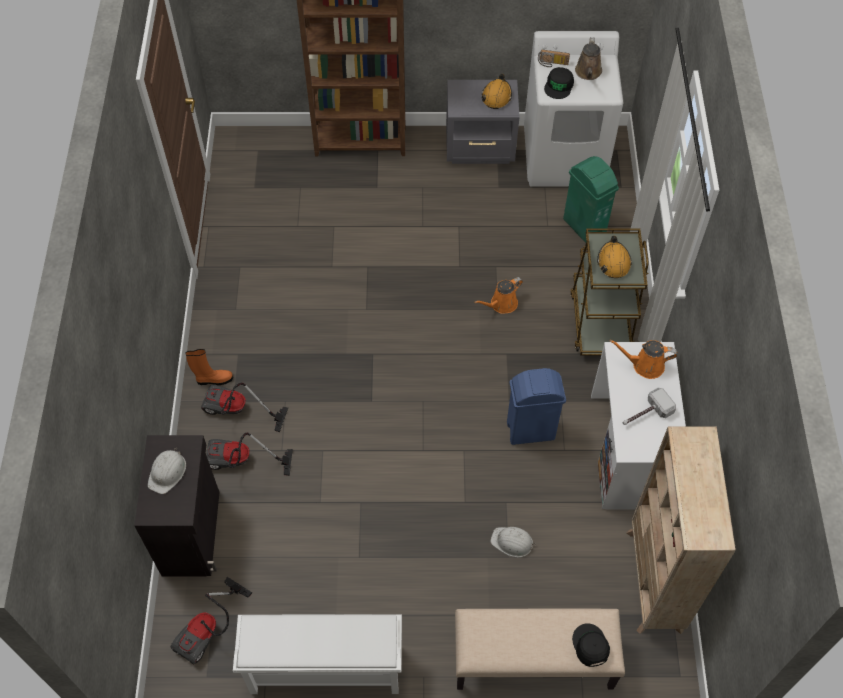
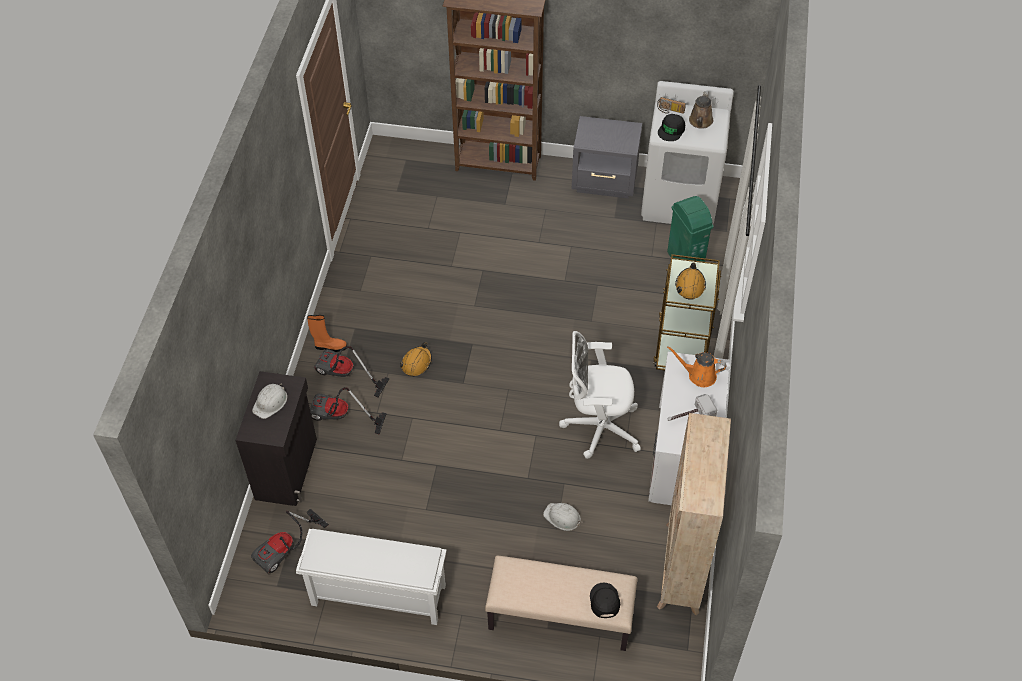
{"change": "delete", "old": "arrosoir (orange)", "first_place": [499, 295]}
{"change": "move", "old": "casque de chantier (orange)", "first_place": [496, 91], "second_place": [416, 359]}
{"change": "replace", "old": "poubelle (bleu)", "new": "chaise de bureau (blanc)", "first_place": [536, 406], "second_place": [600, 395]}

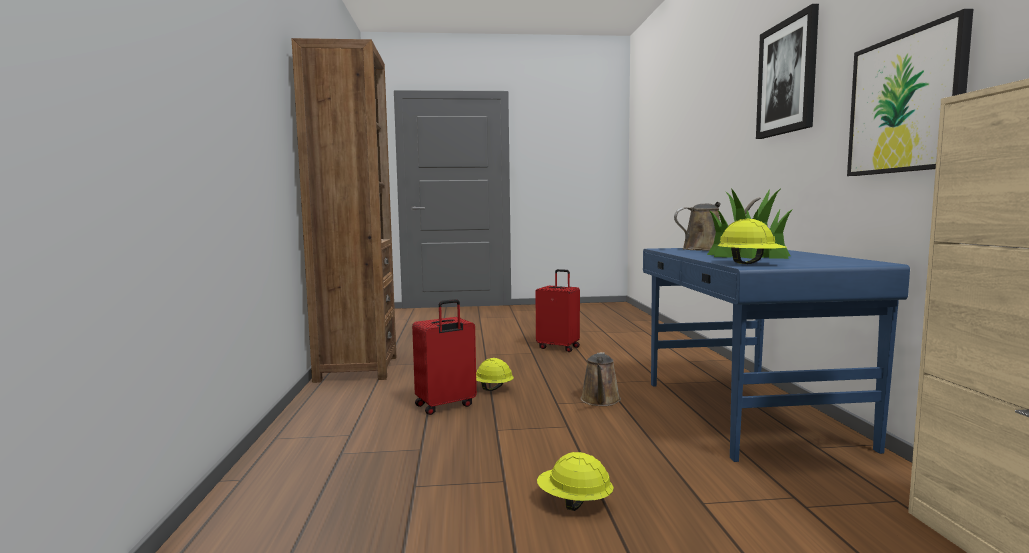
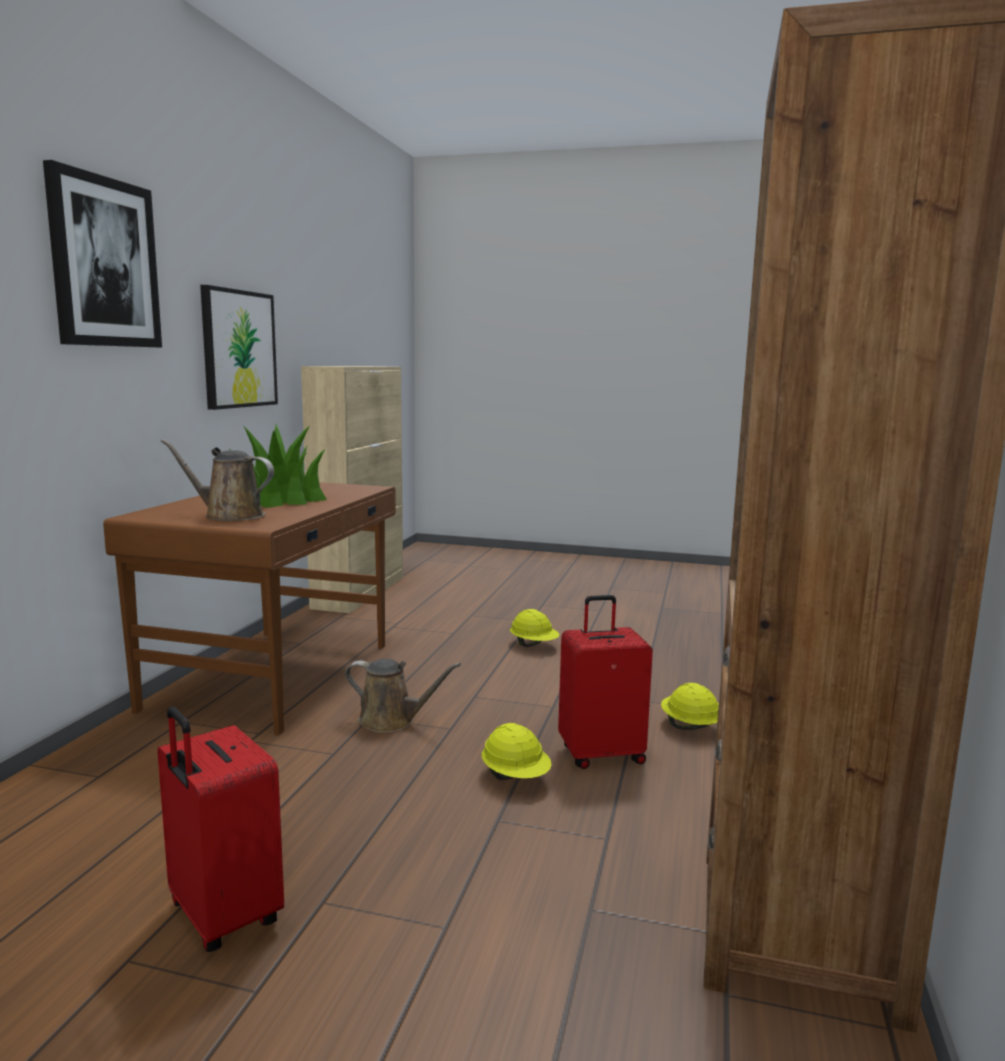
{"change": "move", "old": "casque de chantier (jaune)", "first_place": [752, 241], "second_place": [690, 706]}
{"change": "recolor", "old": "bureau (bleu)", "new": "bureau (marron)", "first_place": [776, 355], "second_place": [249, 608]}
{"change": "rotate", "old": "arrosoir (marron)", "first_place": [601, 379], "second_place": [403, 696], "degrees": 75}

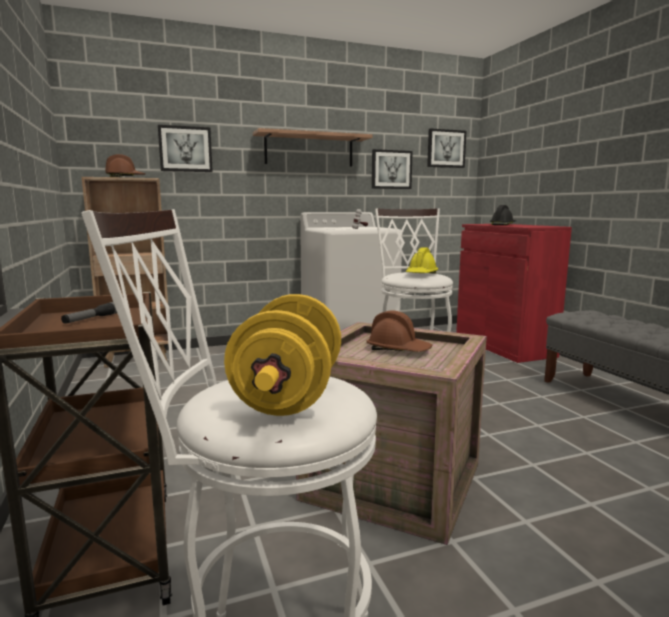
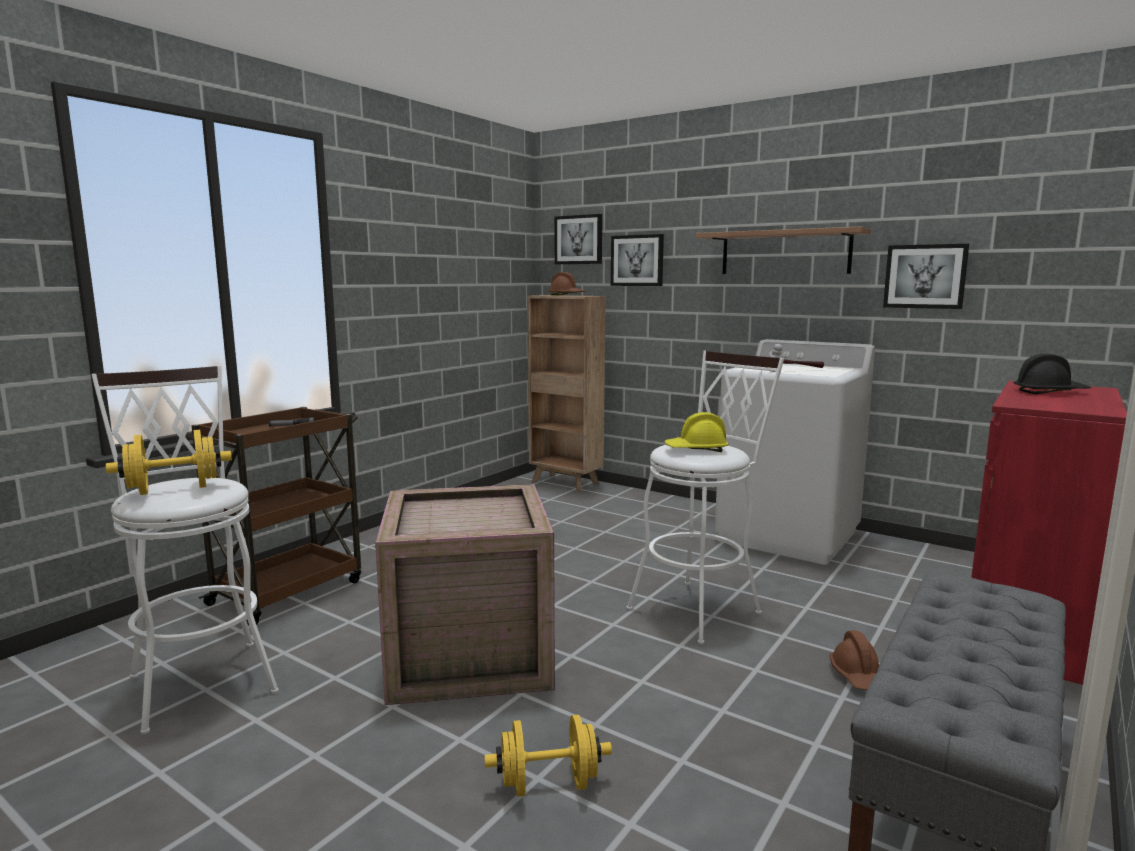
{"change": "insert", "new": "haltère (jaune)", "second_place": [548, 756]}
{"change": "move", "old": "casque de chantier (marron)", "first_place": [400, 331], "second_place": [855, 660]}
{"change": "move", "old": "tableau", "first_place": [446, 148], "second_place": [578, 239]}

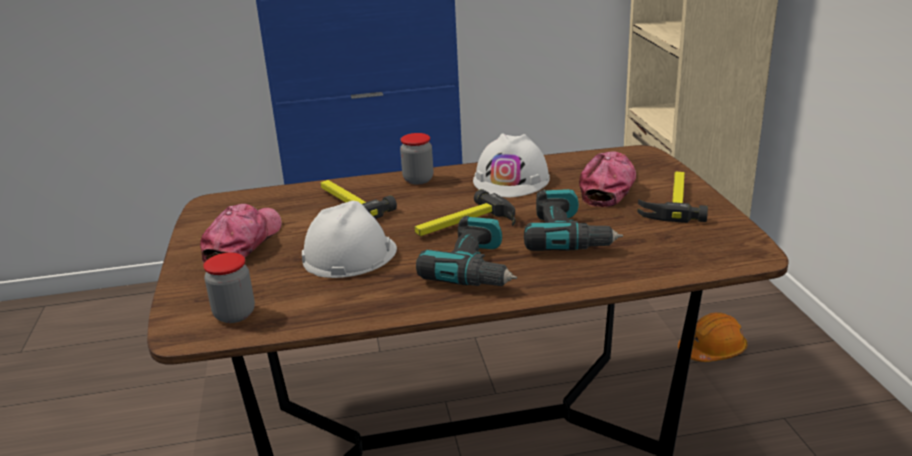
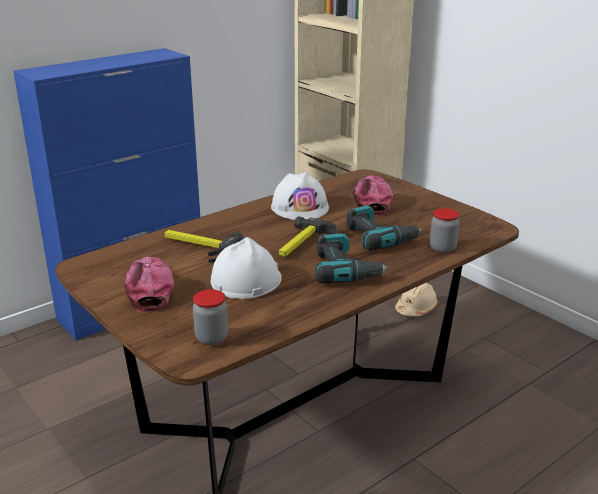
{"change": "delete", "old": "marteau", "first_place": [673, 197]}
{"change": "move", "old": "bocal", "first_place": [416, 159], "second_place": [445, 230]}
{"change": "recolor", "old": "casque de chantier (orange)", "new": "casque de chantier (beige)", "first_place": [713, 337], "second_place": [416, 299]}

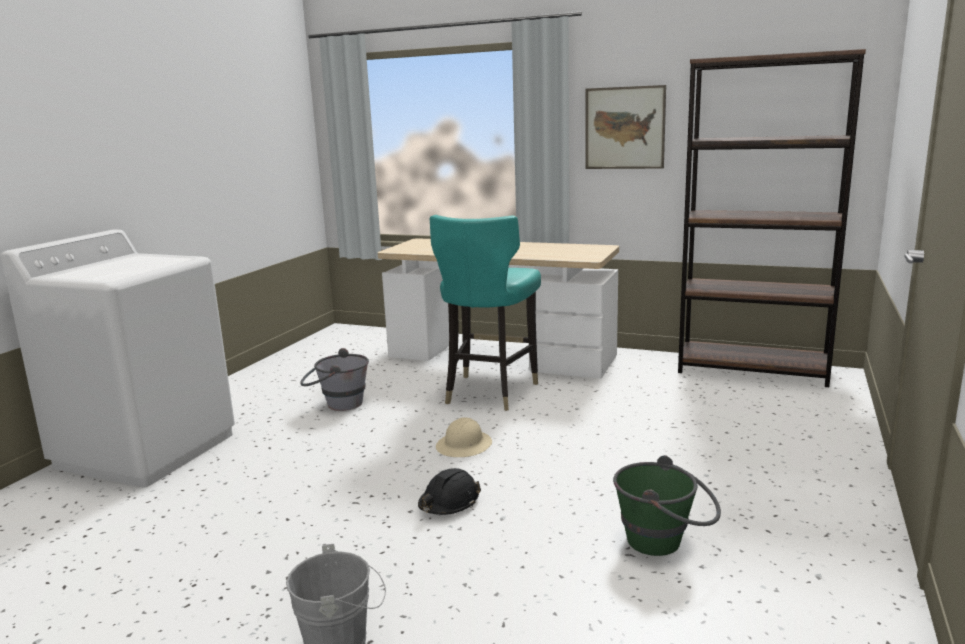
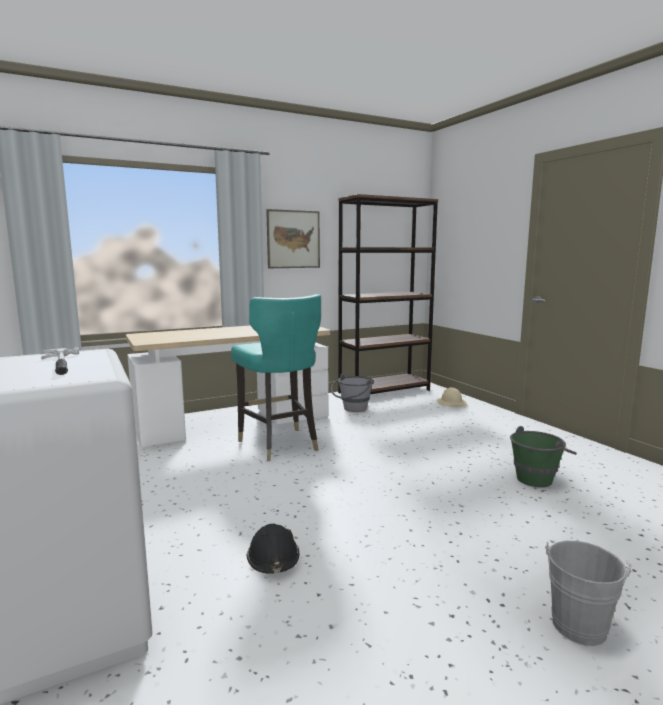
{"change": "insert", "new": "marteau", "second_place": [60, 361]}
{"change": "move", "old": "seau (gris)", "first_place": [334, 379], "second_place": [352, 393]}
{"change": "move", "old": "casque de chantier (noir)", "first_place": [449, 491], "second_place": [272, 549]}
{"change": "move", "old": "casque de chantier (beige)", "first_place": [464, 437], "second_place": [451, 397]}

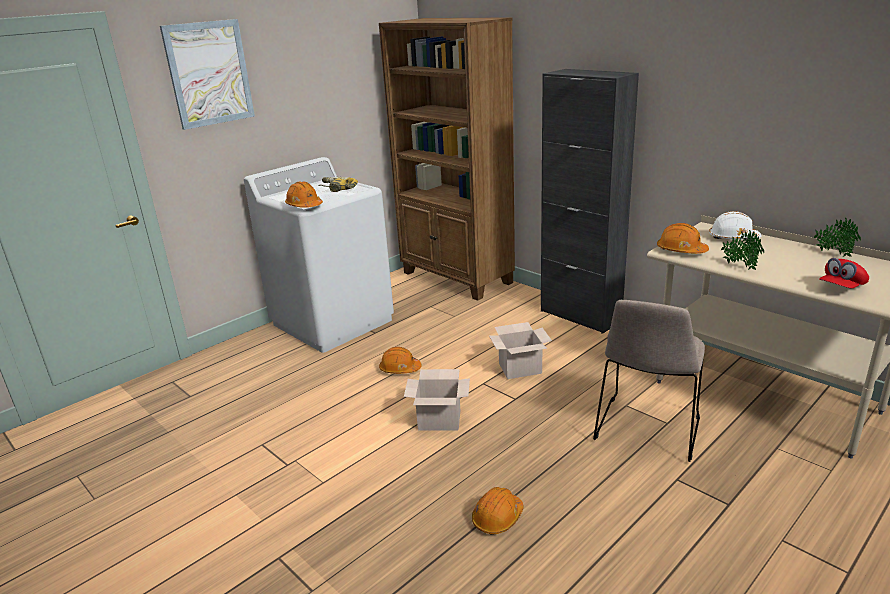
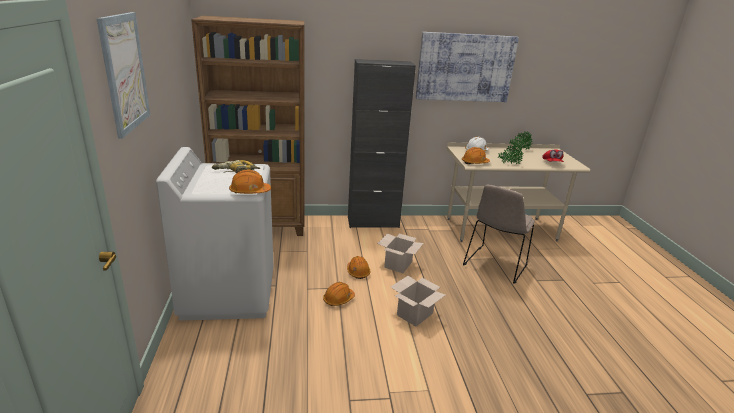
{"change": "insert", "new": "tableau", "second_place": [467, 67]}
{"change": "move", "old": "casque de chantier (orange)", "first_place": [498, 511], "second_place": [358, 267]}
{"change": "rotate", "old": "chaise (beige)", "first_place": [649, 381], "second_place": [499, 234], "degrees": 60}

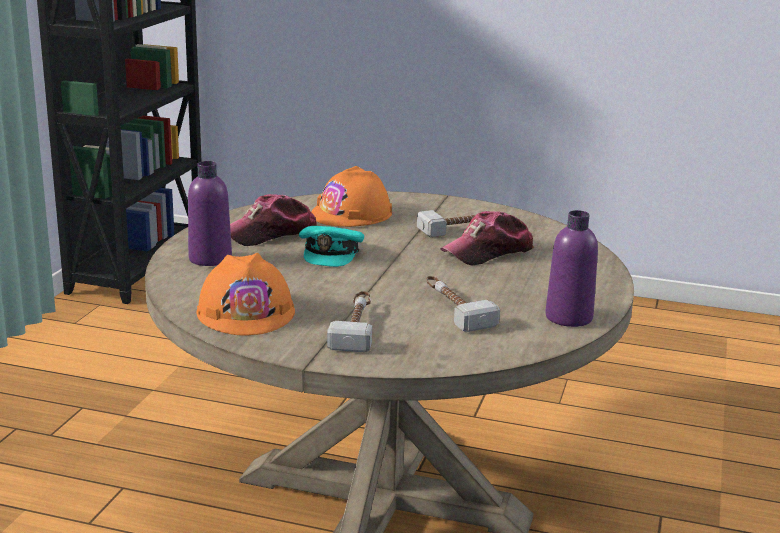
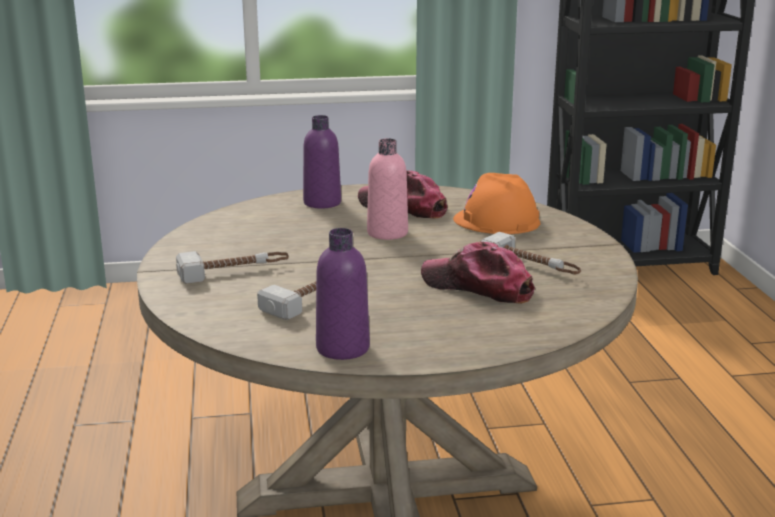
{"change": "delete", "old": "casque de chantier (orange)", "first_place": [246, 294]}
{"change": "replace", "old": "casquette (turquoise)", "new": "bouteille (rose)", "first_place": [331, 246], "second_place": [387, 189]}

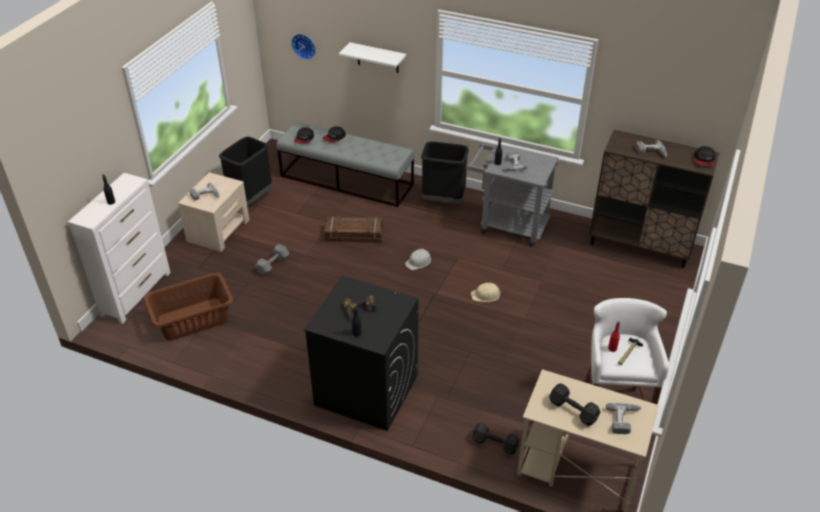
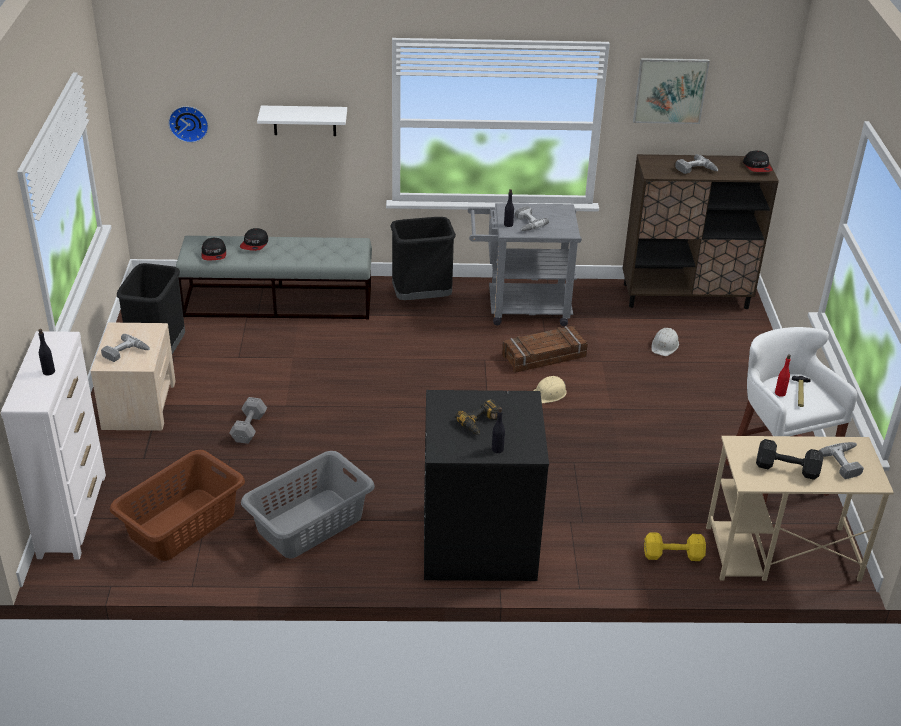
{"change": "insert", "new": "panier à linge (gris)", "second_place": [308, 504]}
{"change": "insert", "new": "tableau", "second_place": [671, 91]}
{"change": "move", "old": "caisse", "first_place": [353, 229], "second_place": [545, 349]}
{"change": "move", "old": "casque de chantier (blanc)", "first_place": [418, 259], "second_place": [665, 342]}
{"change": "recolor", "old": "haltère (noir)", "new": "haltère (jaune)", "first_place": [496, 438], "second_place": [675, 546]}

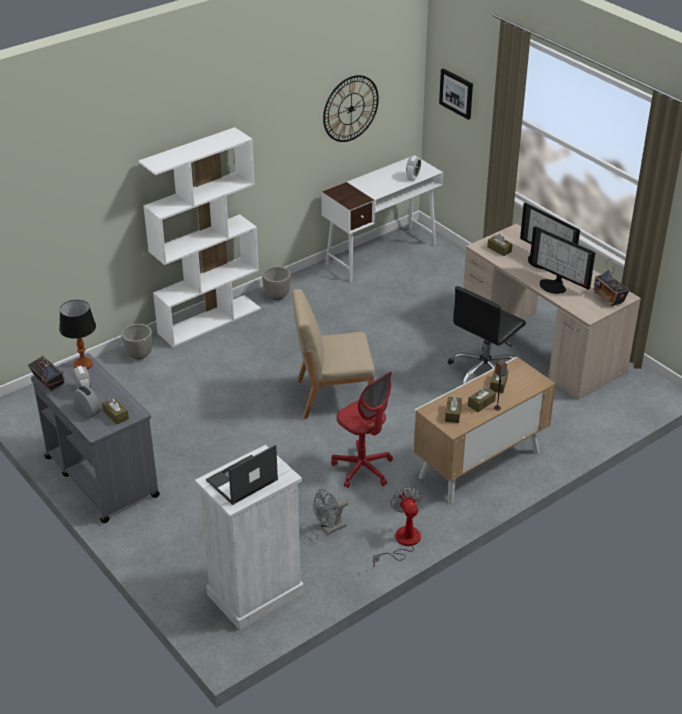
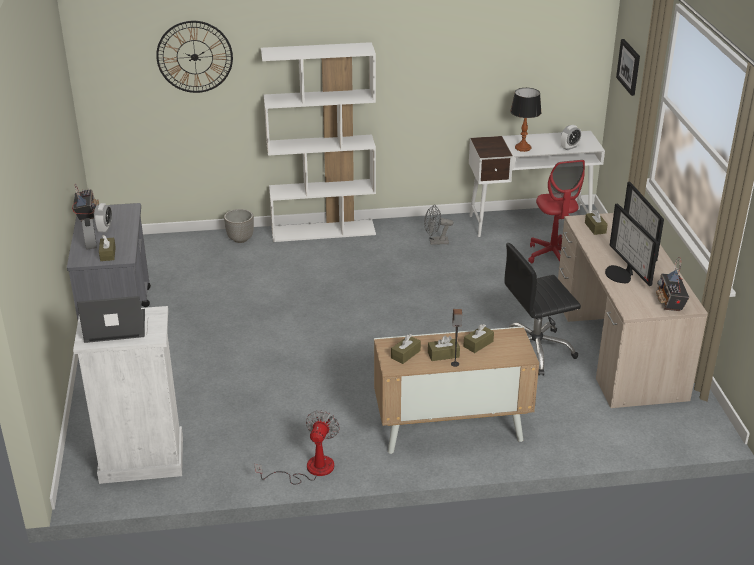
{"change": "delete", "old": "cache-pot", "first_place": [276, 283]}
{"change": "delete", "old": "chaise (beige)", "first_place": [333, 354]}
{"change": "move", "old": "lampe de table", "first_place": [77, 334], "second_place": [526, 120]}
{"change": "move", "old": "ventilateur (gris)", "first_place": [330, 512], "second_place": [439, 224]}
{"change": "move", "old": "horloge murale", "first_place": [351, 108], "second_place": [194, 57]}
{"change": "move", "old": "chaise de bureau (rouge)", "first_place": [362, 430], "second_place": [556, 212]}

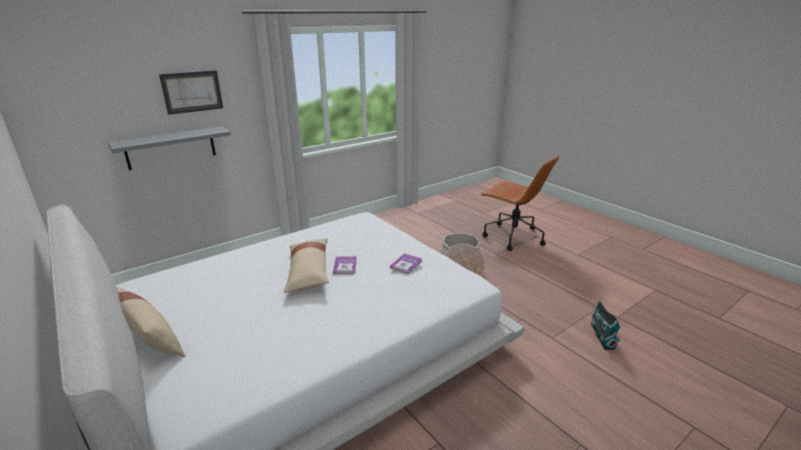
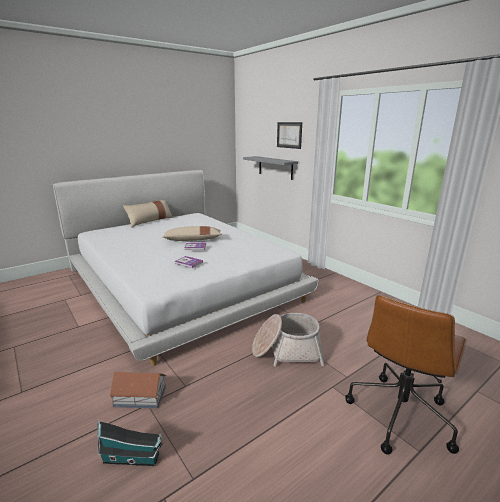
{"change": "insert", "new": "maison miniature", "second_place": [137, 390]}

